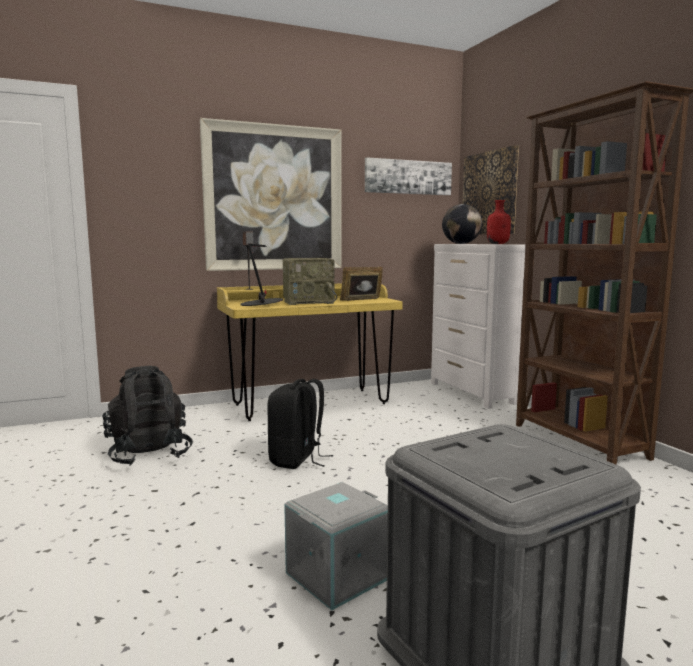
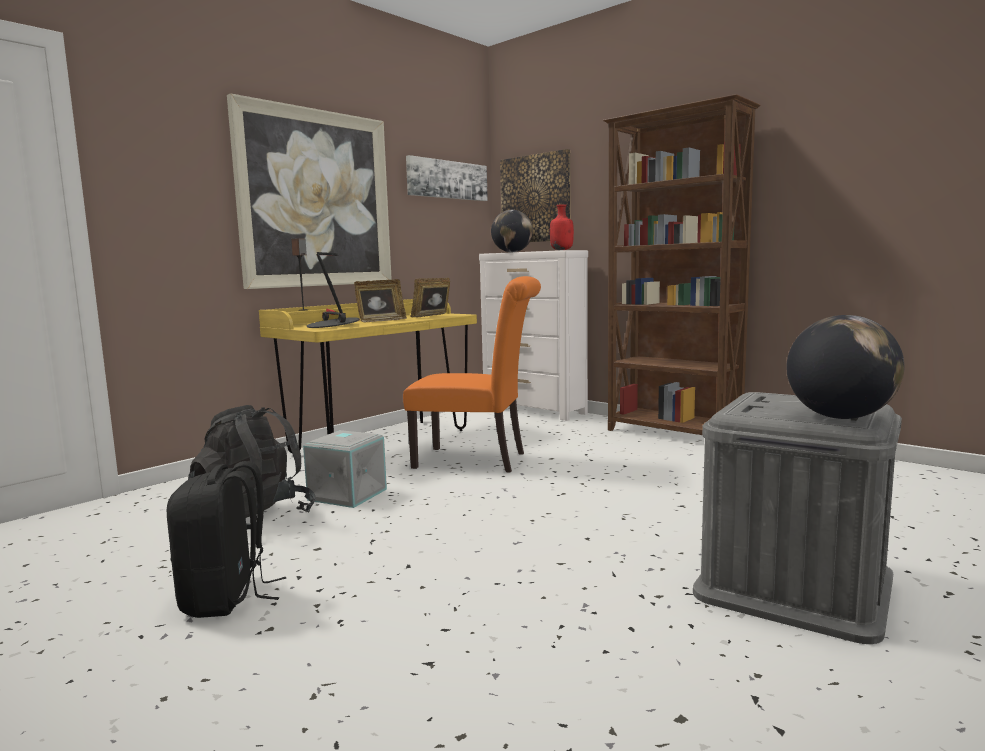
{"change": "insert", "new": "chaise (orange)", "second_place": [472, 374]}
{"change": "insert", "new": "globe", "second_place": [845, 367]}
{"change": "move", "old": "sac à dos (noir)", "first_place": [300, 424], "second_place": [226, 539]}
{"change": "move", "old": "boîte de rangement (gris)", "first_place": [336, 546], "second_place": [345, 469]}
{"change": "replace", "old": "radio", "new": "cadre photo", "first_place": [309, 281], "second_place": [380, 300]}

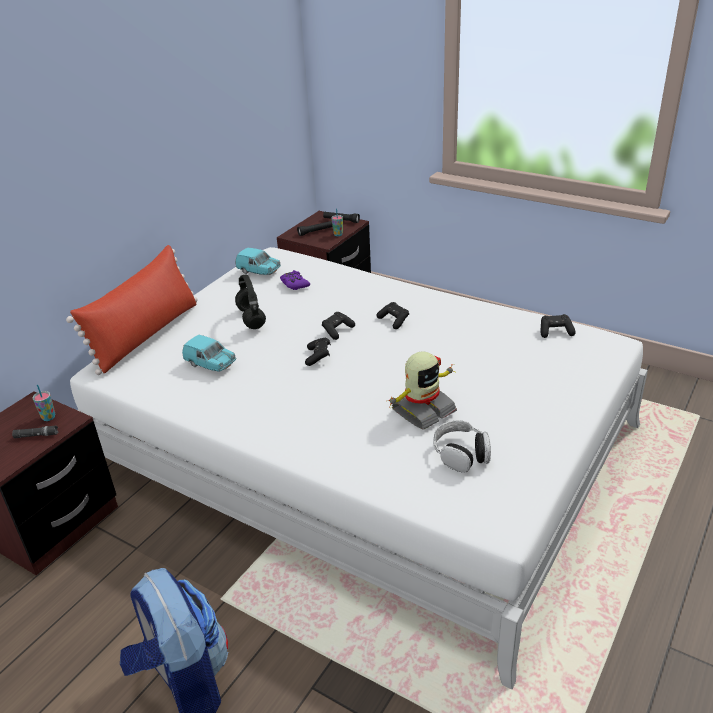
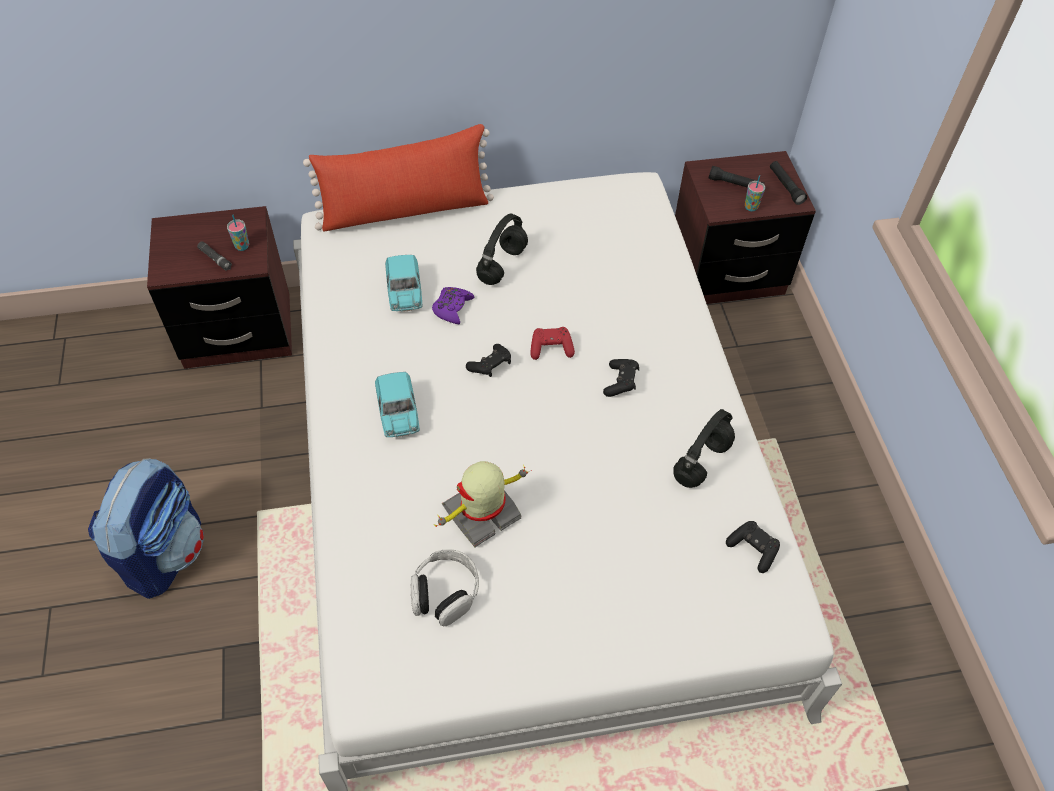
{"change": "insert", "new": "casque audio (noir)", "second_place": [704, 448]}
{"change": "move", "old": "petite voiture (turquoise)", "first_place": [258, 261], "second_place": [397, 404]}
{"change": "move", "old": "manette (violet)", "first_place": [295, 280], "second_place": [453, 305]}
{"change": "recolor", "old": "manette (noir)", "new": "manette (rouge)", "first_place": [338, 326], "second_place": [552, 343]}
{"change": "rotate", "old": "robot jouet", "first_place": [421, 390], "second_place": [482, 504], "degrees": 135}

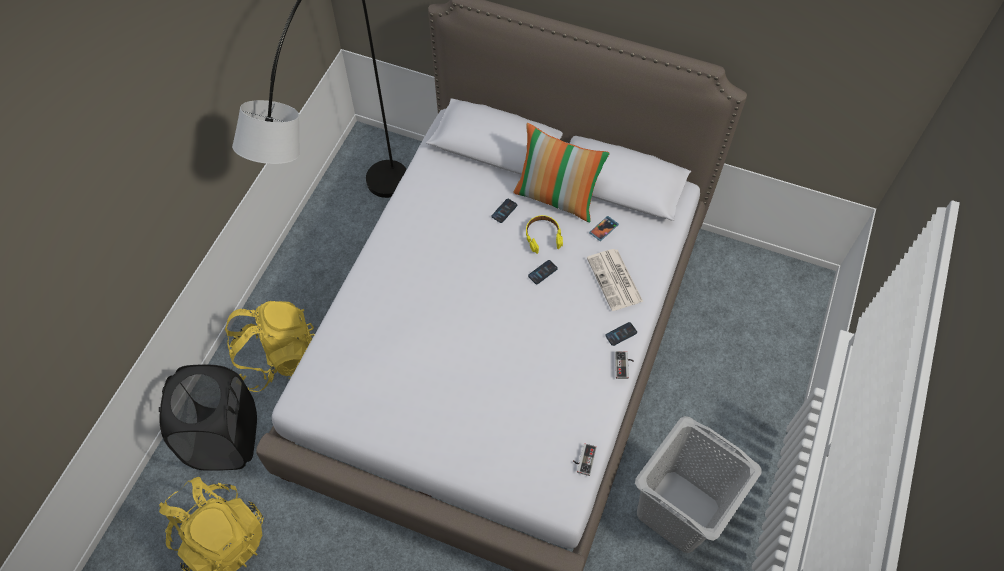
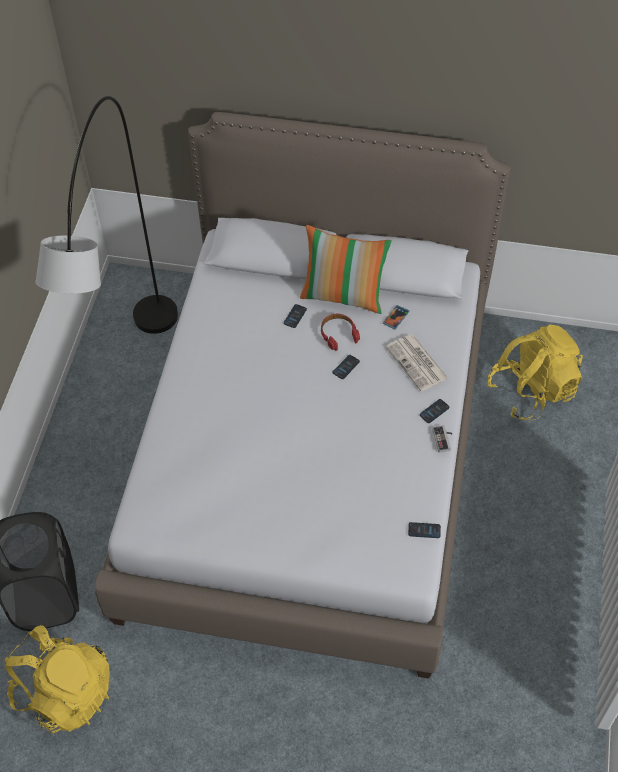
{"change": "delete", "old": "panier à linge (gris)", "first_place": [698, 484]}
{"change": "move", "old": "sac à dos (jaune)", "first_place": [270, 346], "second_place": [535, 372]}
{"change": "replace", "old": "manette", "new": "téléphone", "first_place": [585, 459], "second_place": [424, 530]}
{"change": "recolor", "old": "casque audio (jaune)", "new": "casque audio (rouge)", "first_place": [544, 234], "second_place": [340, 332]}

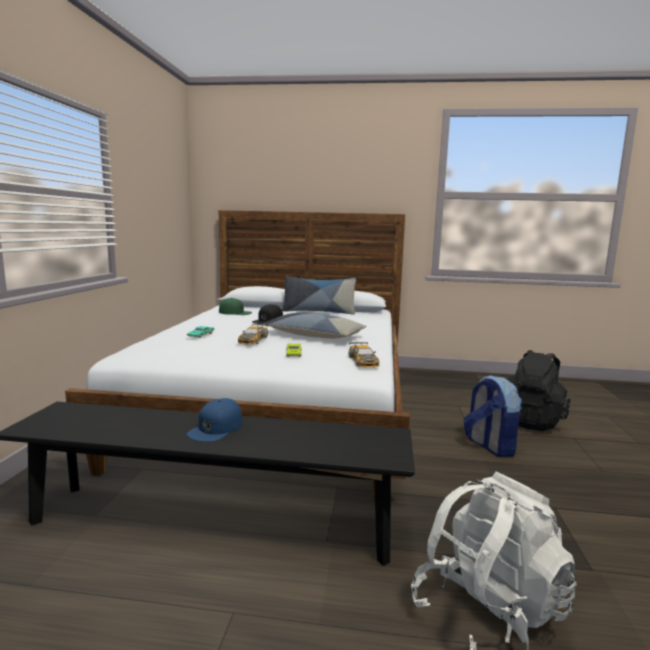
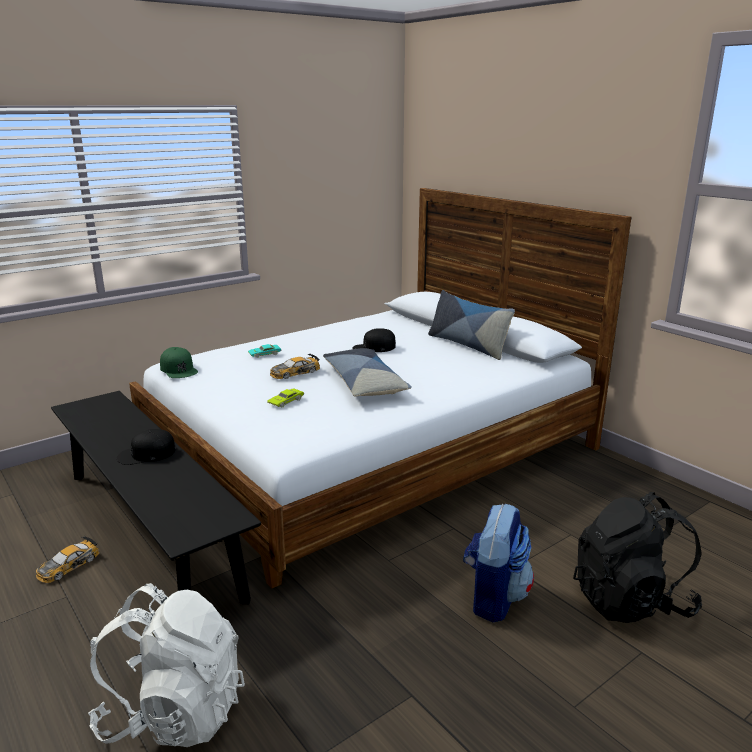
{"change": "move", "old": "casquette (vert)", "first_place": [235, 306], "second_place": [179, 362]}
{"change": "move", "old": "petite voiture", "first_place": [363, 355], "second_place": [68, 559]}
{"change": "recolor", "old": "casquette (bleu)", "new": "casquette (noir)", "first_place": [214, 420], "second_place": [146, 447]}

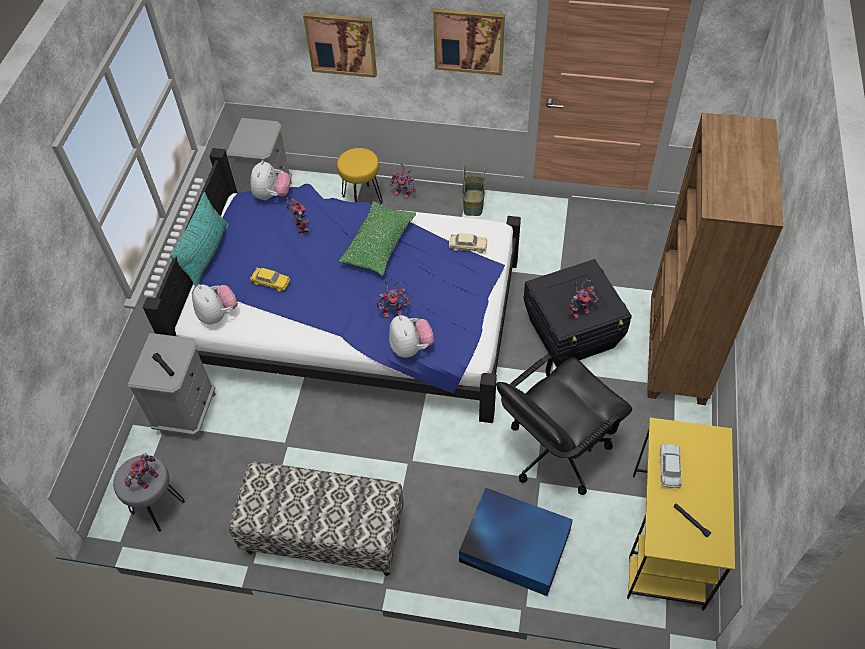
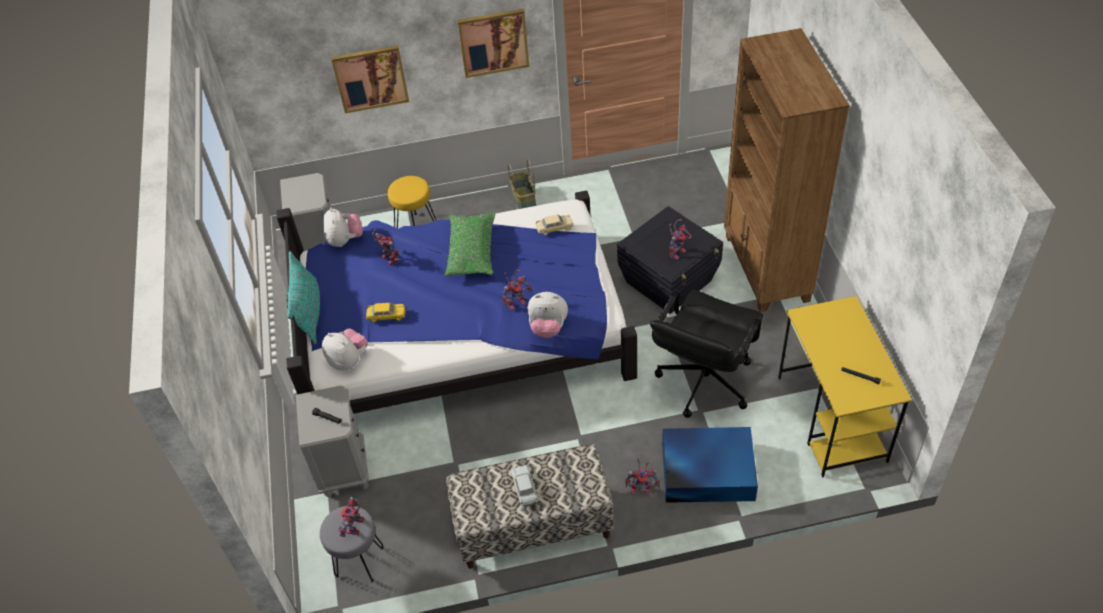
{"change": "move", "old": "robot jouet", "first_place": [402, 181], "second_place": [642, 476]}
{"change": "move", "old": "petite voiture (blanc)", "first_place": [671, 466], "second_place": [524, 485]}
{"change": "rotate", "old": "peluche", "first_place": [411, 336], "second_place": [548, 315], "degrees": 135}

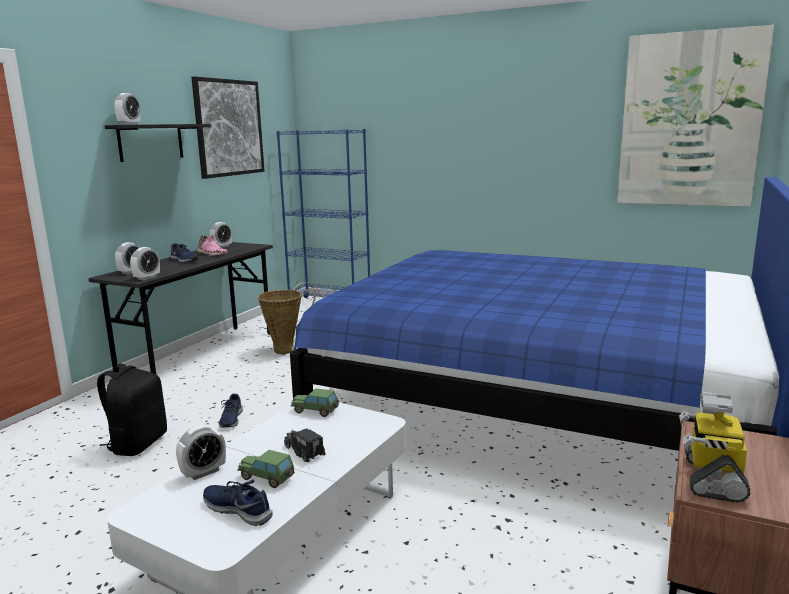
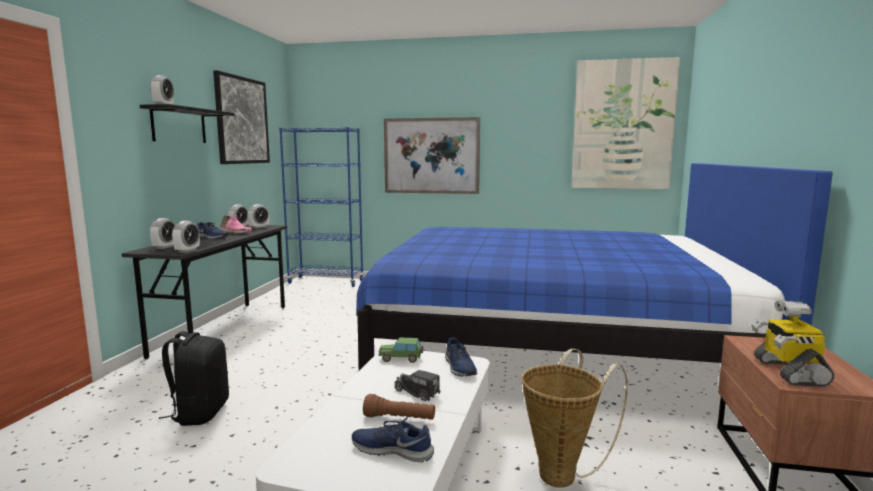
{"change": "insert", "new": "tableau", "second_place": [432, 155]}
{"change": "move", "old": "réveil", "first_place": [201, 452], "second_place": [258, 216]}
{"change": "move", "old": "chaussure (bleu)", "first_place": [231, 411], "second_place": [461, 357]}
{"change": "move", "old": "panier", "first_place": [291, 318], "second_place": [575, 418]}
{"change": "replace", "old": "petite voiture", "new": "lampe de poche (marron)", "first_place": [266, 469], "second_place": [399, 407]}

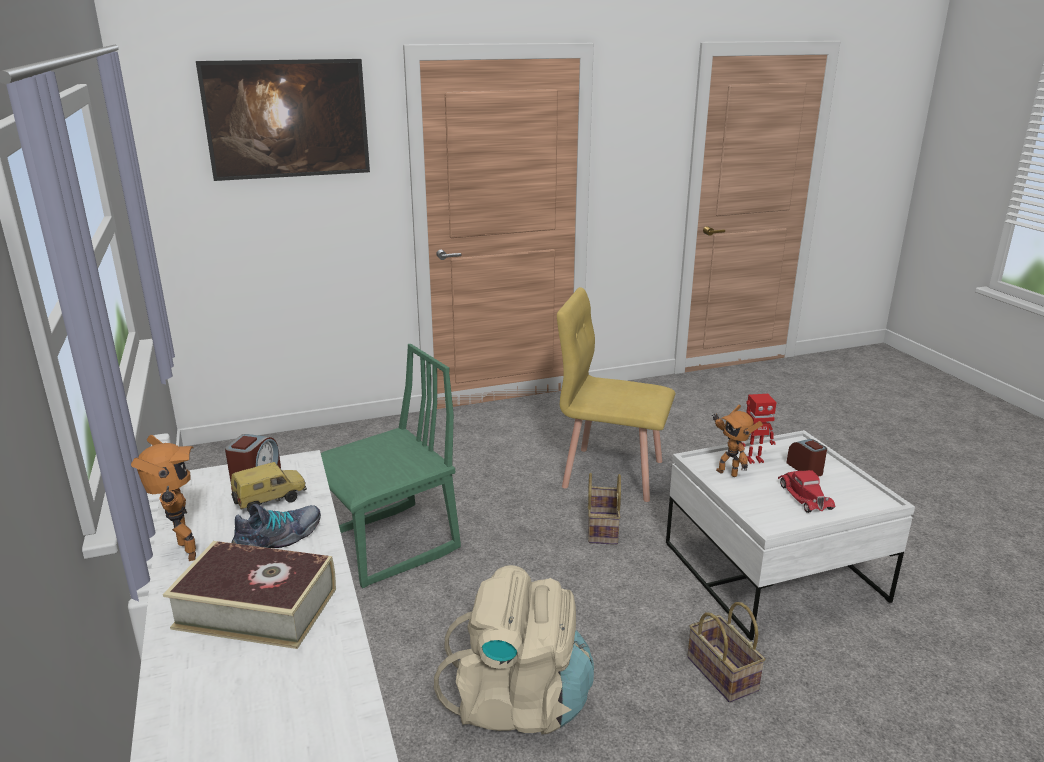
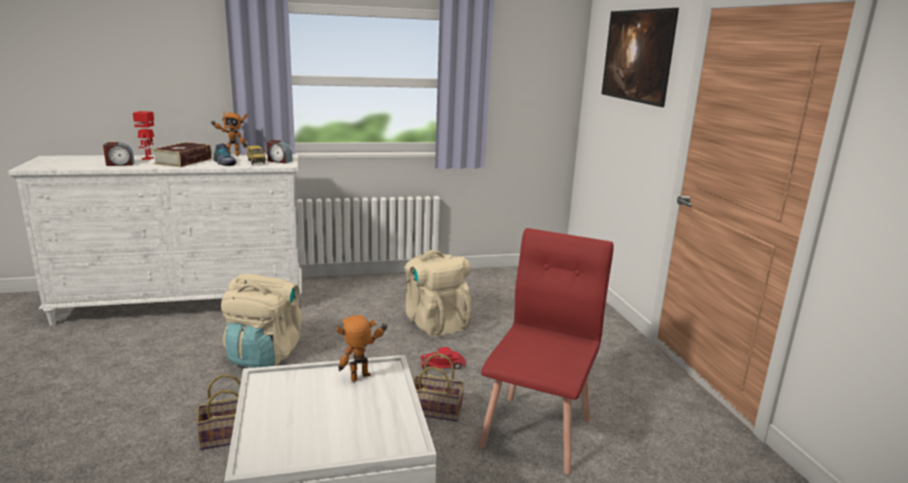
{"change": "move", "old": "robot jouet", "first_place": [759, 429], "second_place": [143, 135]}
{"change": "move", "old": "petite voiture (rouge)", "first_place": [806, 491], "second_place": [443, 358]}
{"change": "move", "old": "réveil", "first_place": [807, 458], "second_place": [118, 154]}
{"change": "replace", "old": "chaise (vert)", "new": "sac à dos (beige)", "first_place": [391, 466], "second_place": [438, 293]}
{"change": "recolor", "old": "chaise (jaune)", "new": "chaise (rouge)", "first_place": [616, 394], "second_place": [546, 351]}

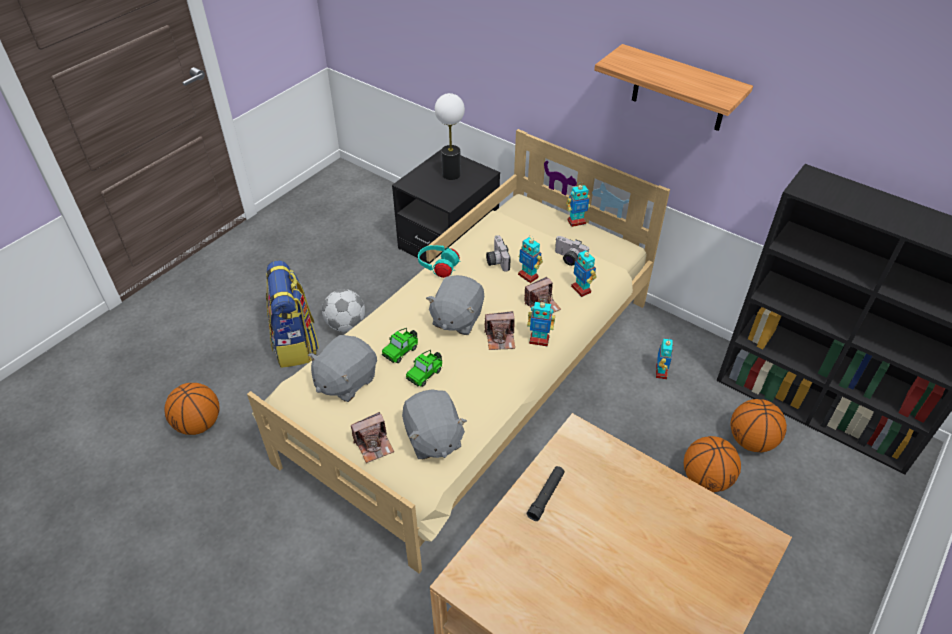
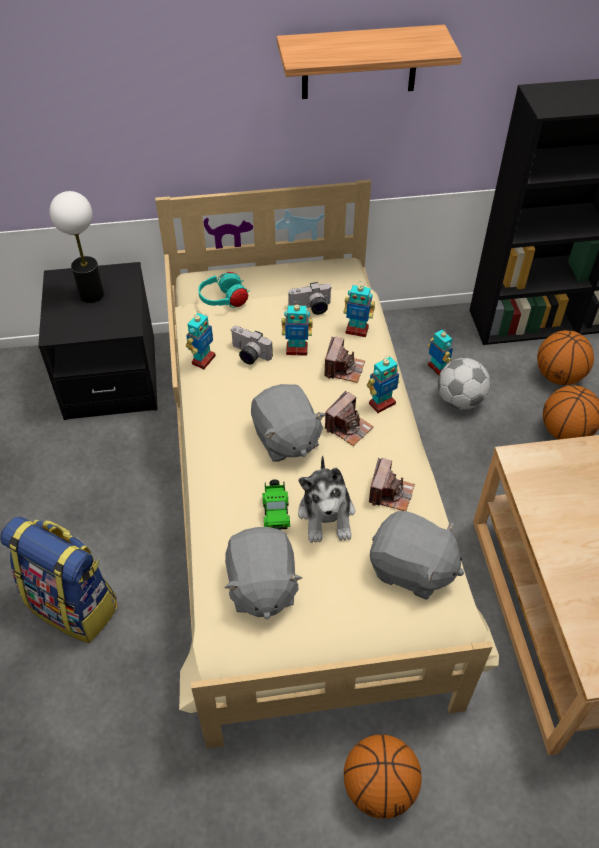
{"change": "delete", "old": "lampe de poche (noir)", "first_place": [546, 493]}
{"change": "move", "old": "ballon de basket", "first_place": [191, 409], "second_place": [383, 776]}
{"change": "move", "old": "ballon de foot", "first_place": [343, 310], "second_place": [464, 384]}
{"change": "move", "old": "appareil photo", "first_place": [372, 437], "second_place": [392, 484]}
{"change": "move", "old": "casque audio (turquoise)", "first_place": [439, 261], "second_place": [224, 290]}
{"change": "move", "old": "robot jouet", "first_place": [578, 205], "second_place": [201, 340]}
{"change": "replace", "old": "petite voiture", "new": "peluche", "first_place": [424, 368], "second_place": [326, 499]}

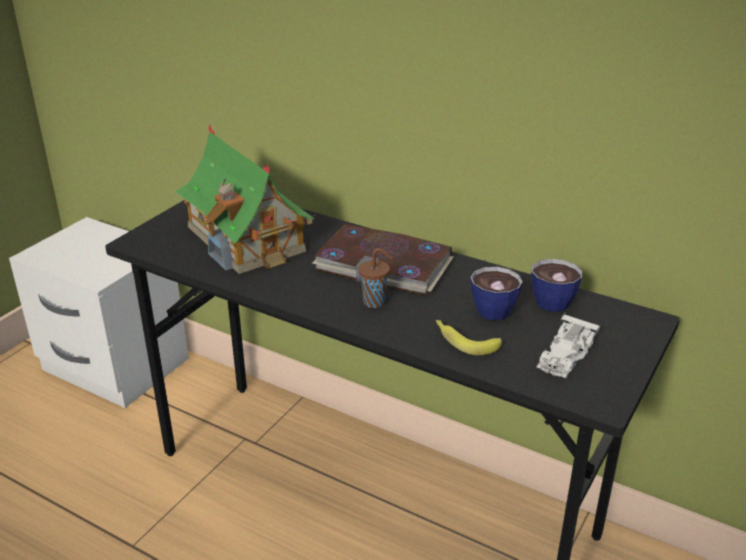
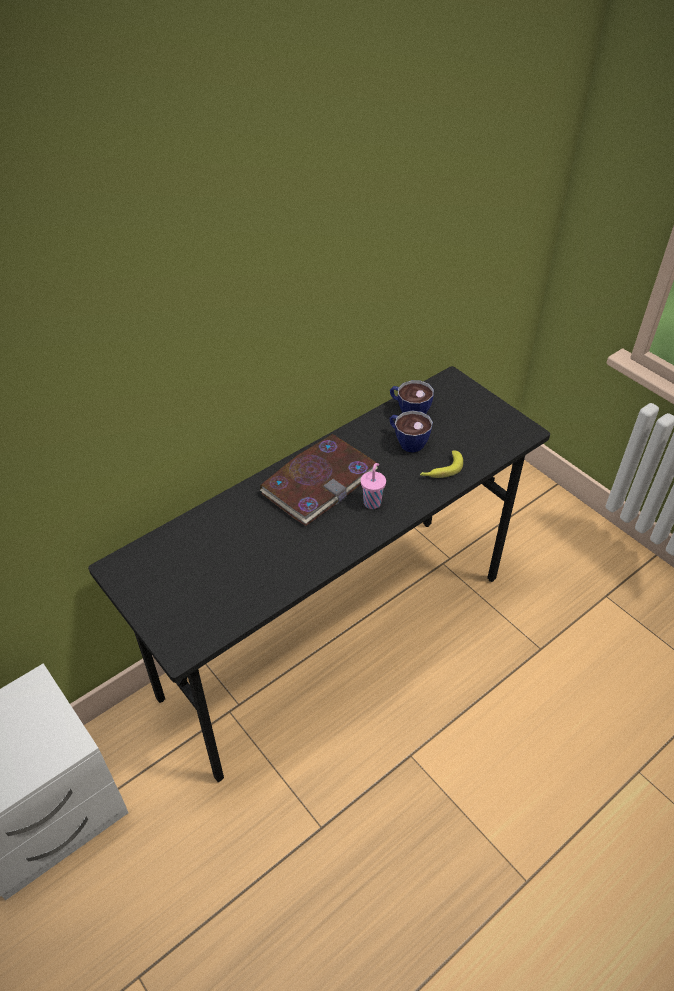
{"change": "delete", "old": "maison miniature", "first_place": [245, 199]}
{"change": "delete", "old": "petite voiture (blanc)", "first_place": [568, 346]}
{"change": "recolor", "old": "tasse (marron)", "new": "tasse (rose)", "first_place": [376, 278], "second_place": [373, 486]}

